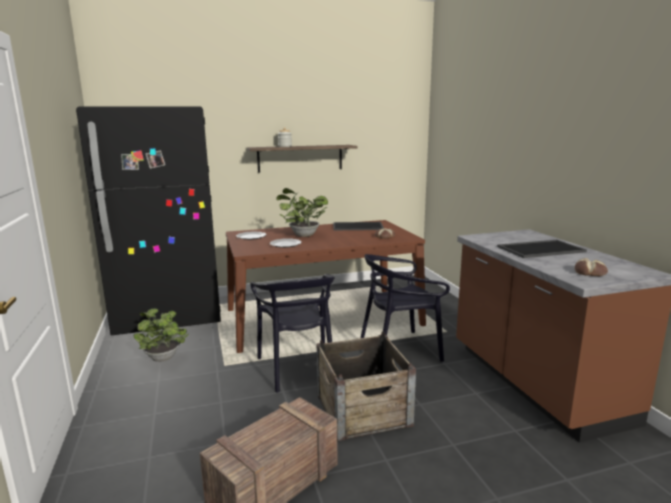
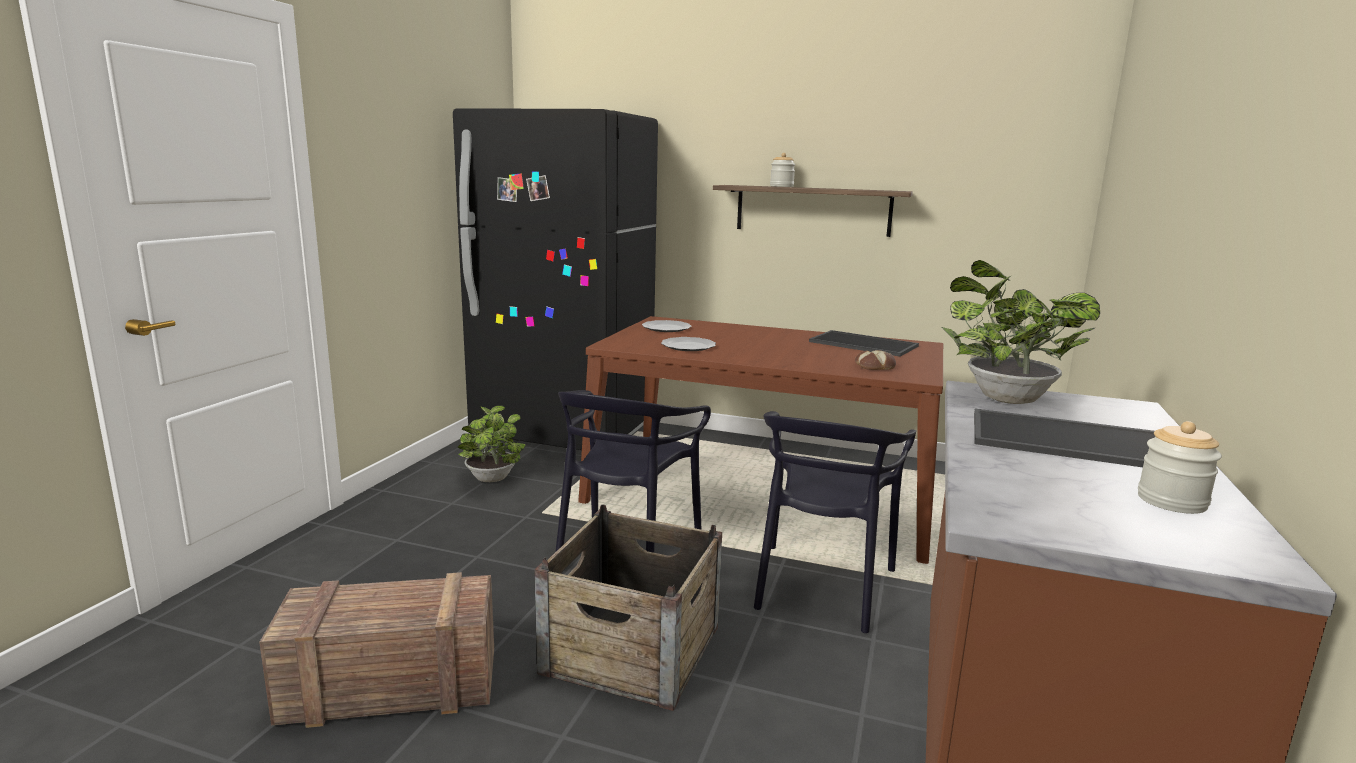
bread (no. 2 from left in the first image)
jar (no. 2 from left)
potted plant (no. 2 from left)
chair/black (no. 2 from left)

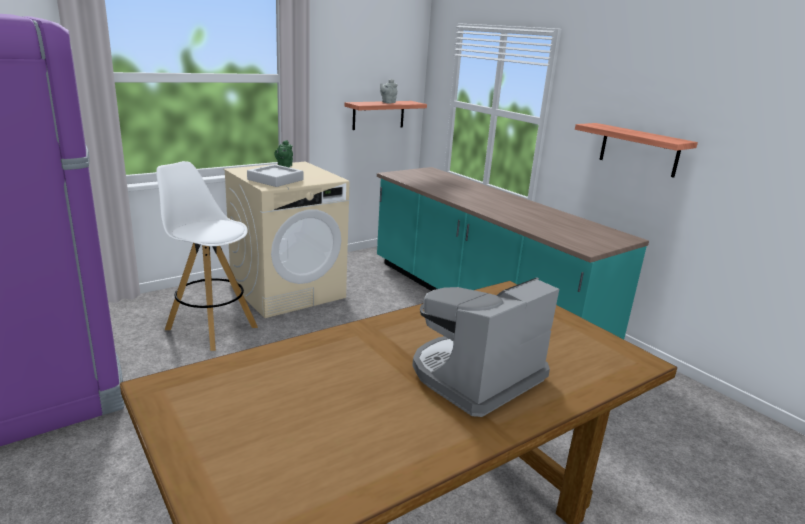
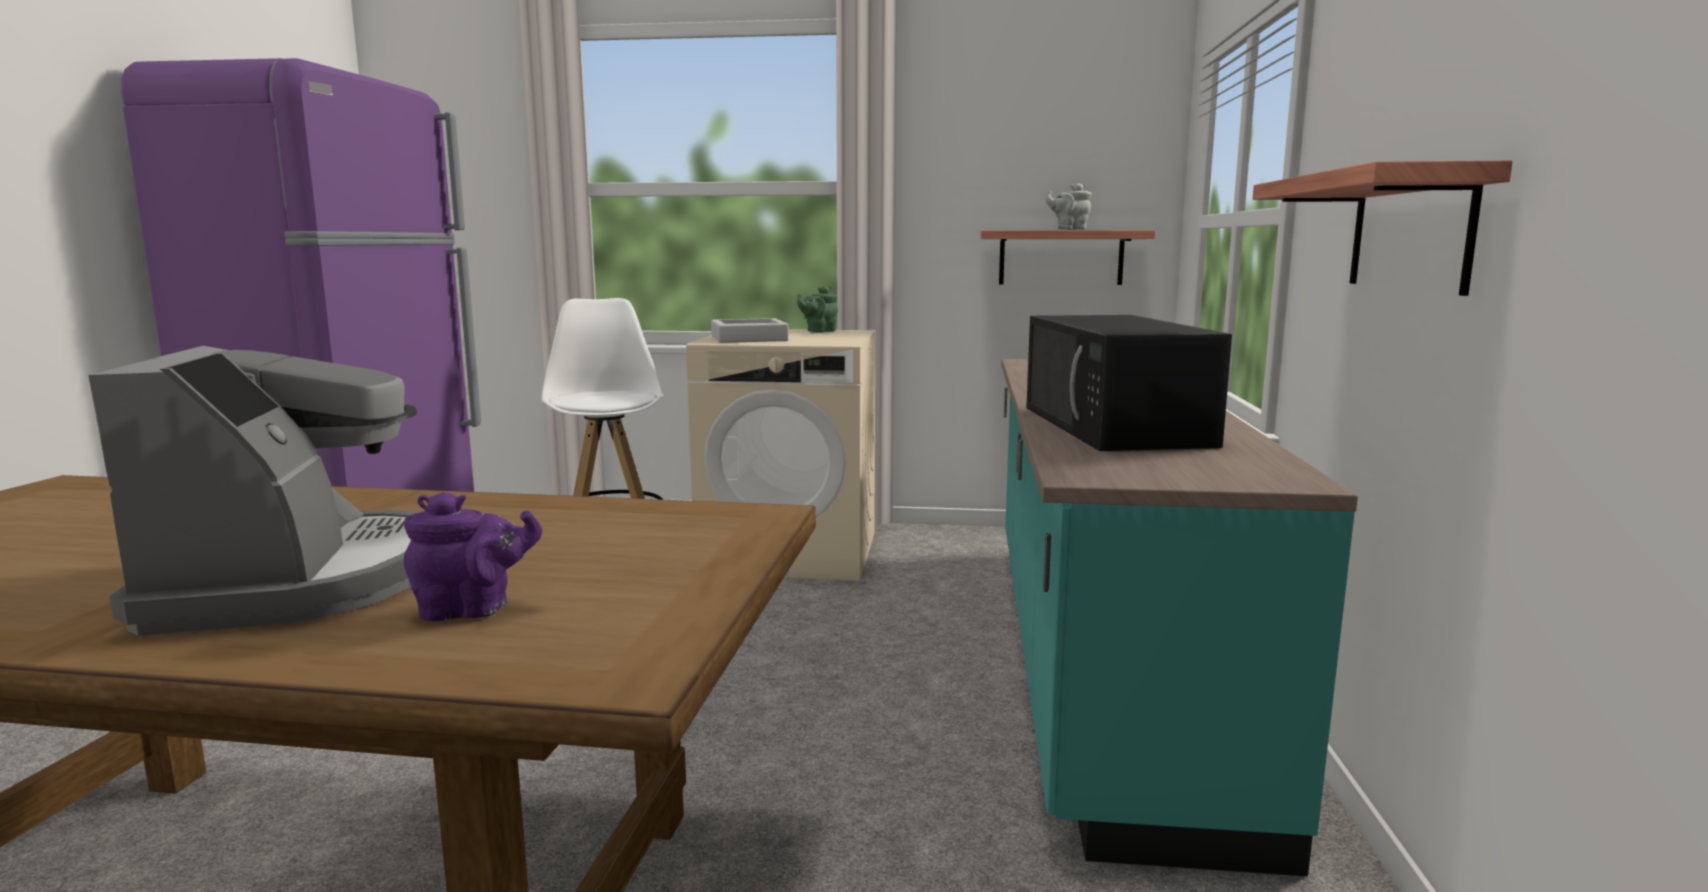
teapot/purple
microwave/black
coffee machine

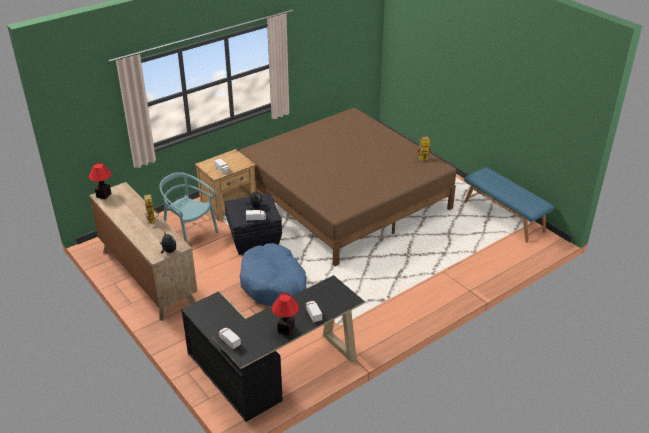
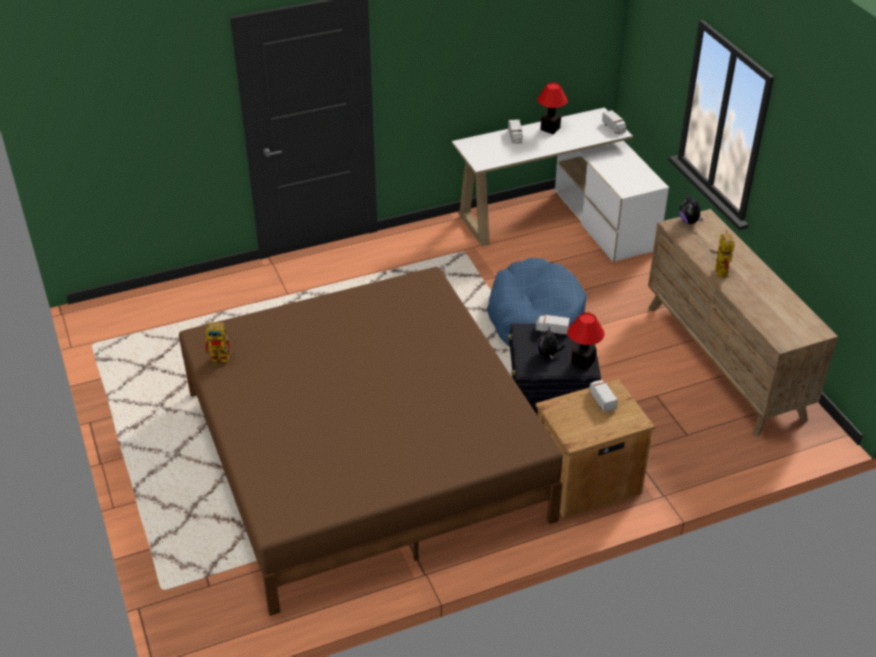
chair/turquoise
bench/blue
table lamp (no. 2 from left)
desk/white

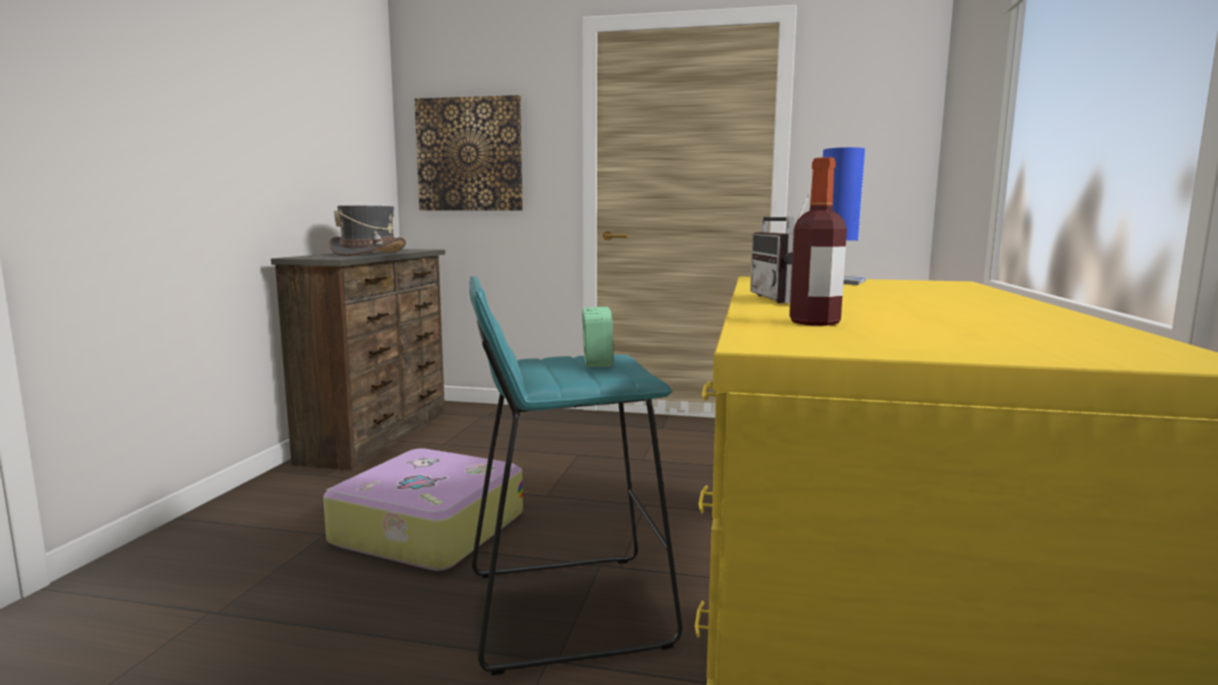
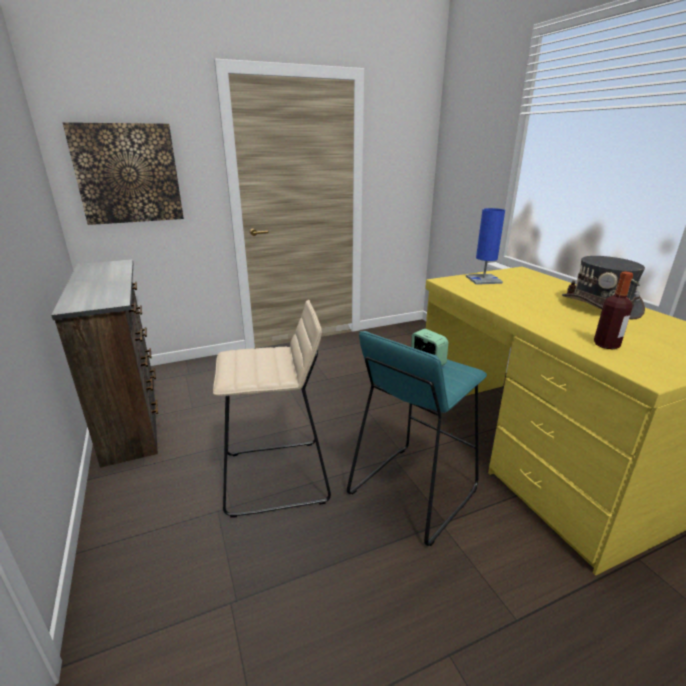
radio
hat/grey
stool/beige

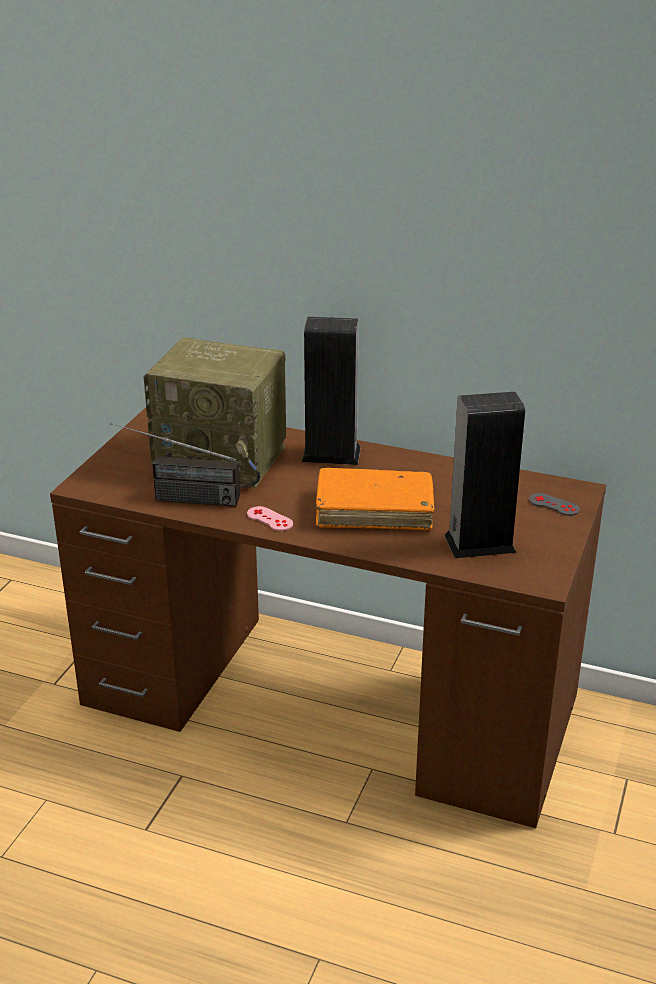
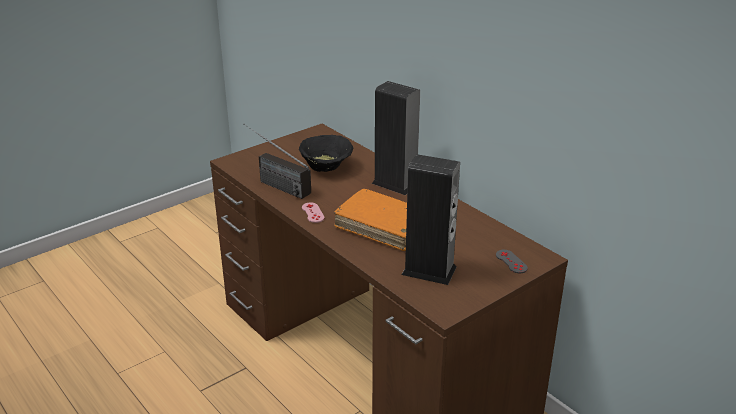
bowl/black

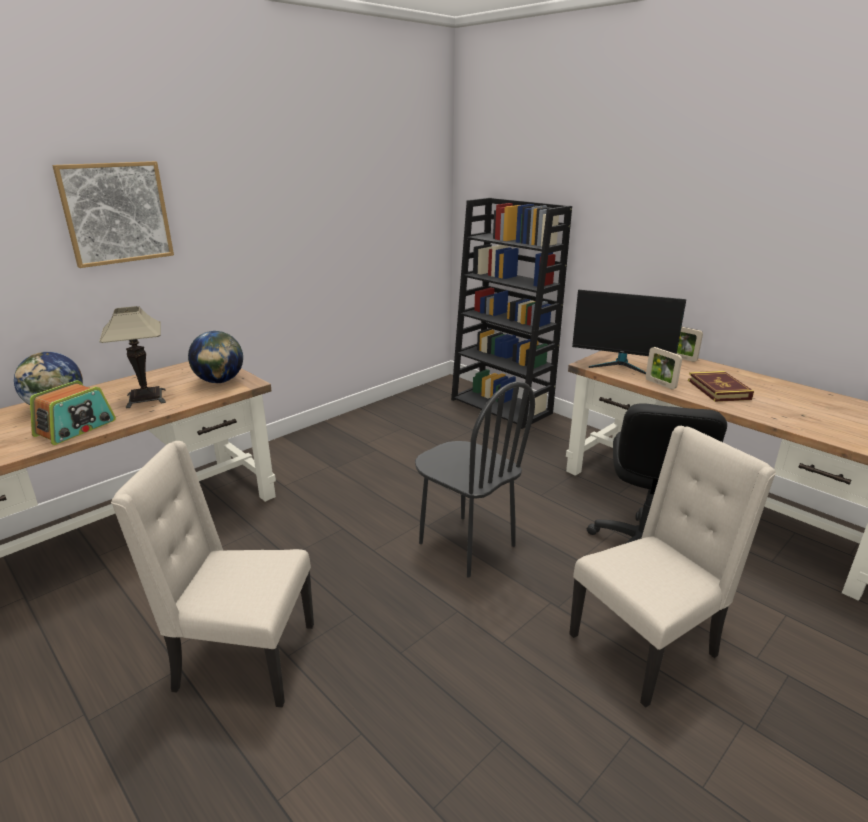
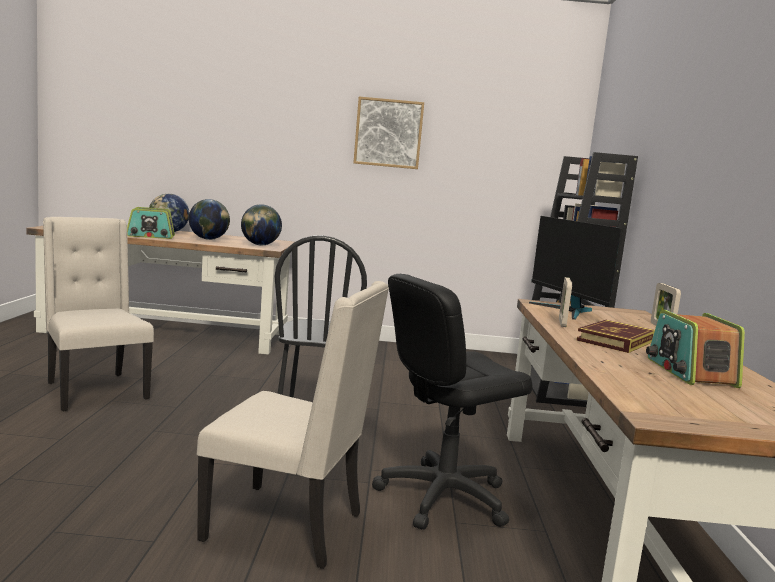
radio (no. 2 from left)
picture
globe (no. 2 from left)

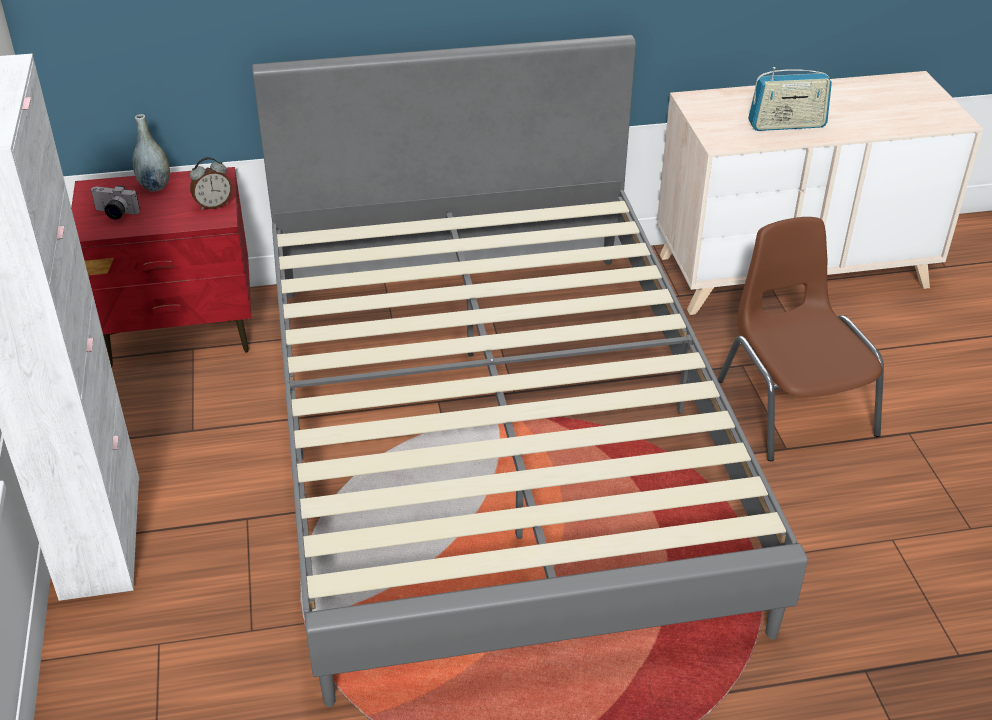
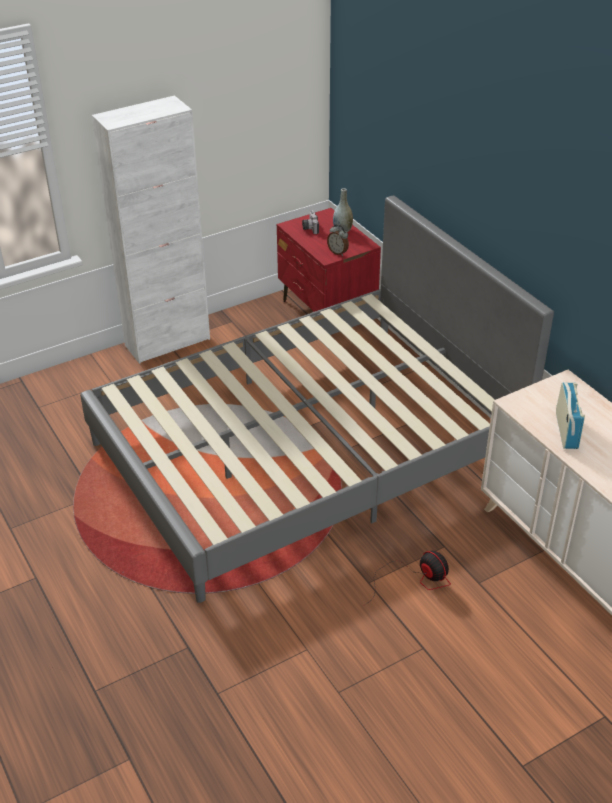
fan
radio

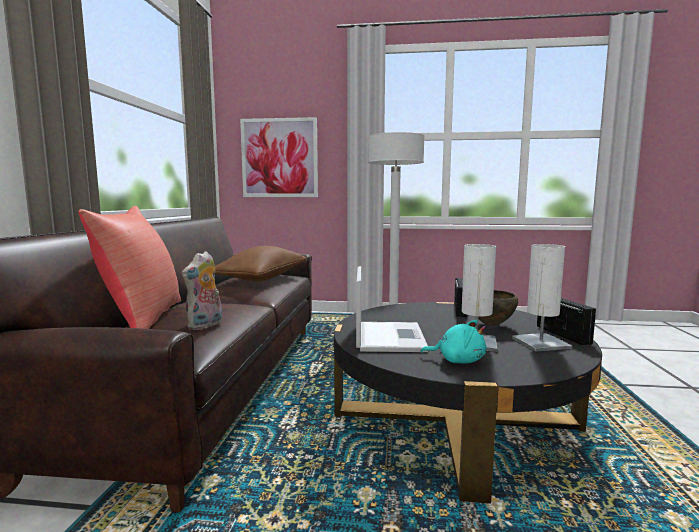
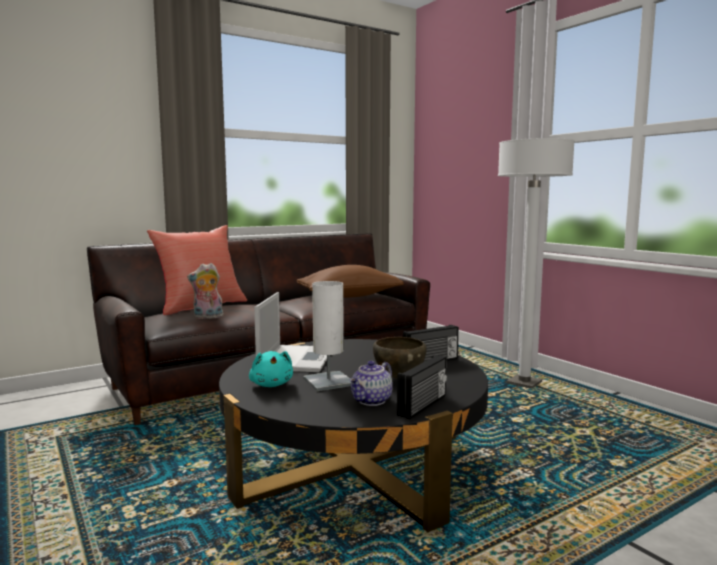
picture
teapot
laptop

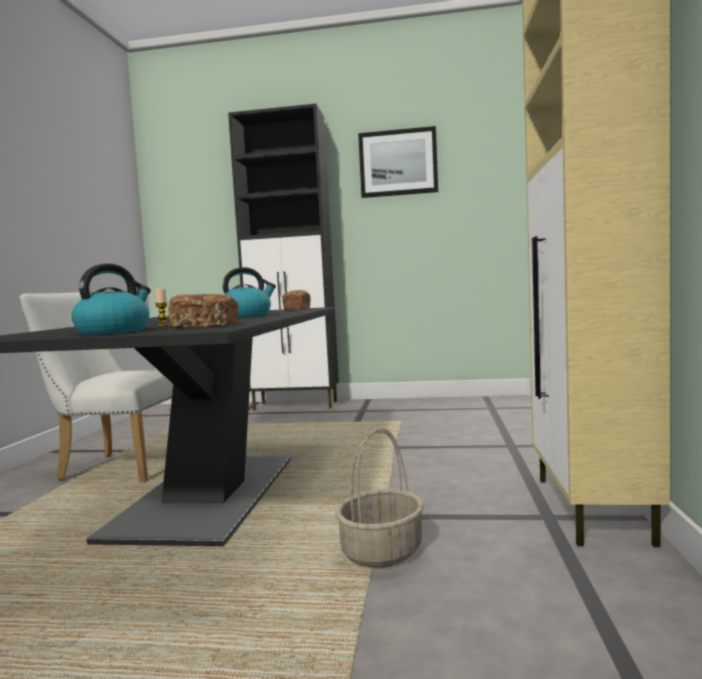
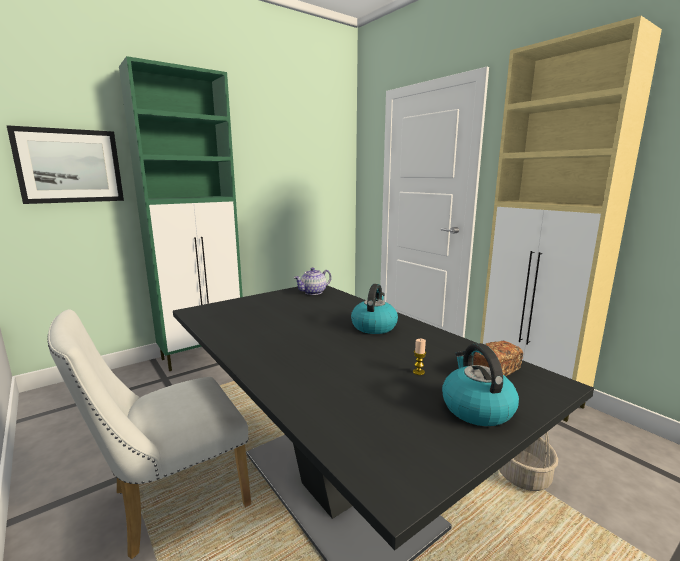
picture
teapot
cabinet/green

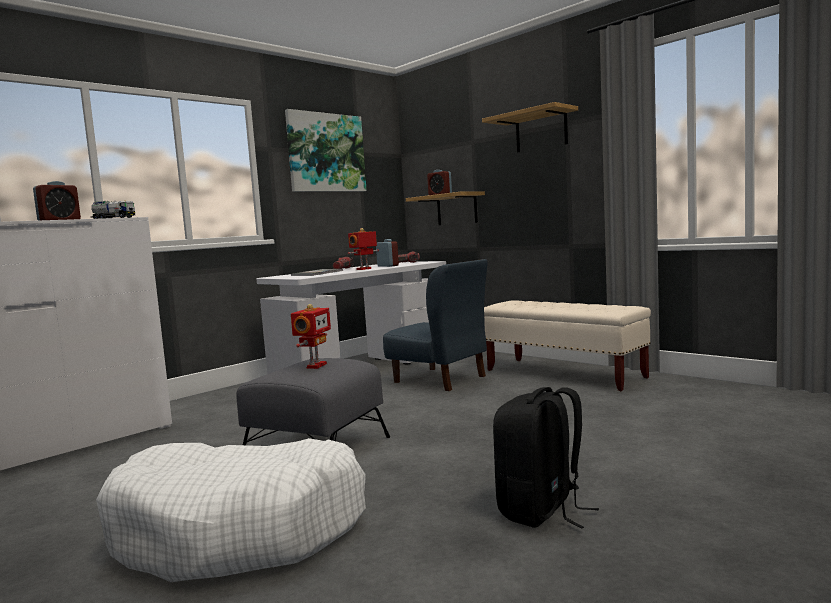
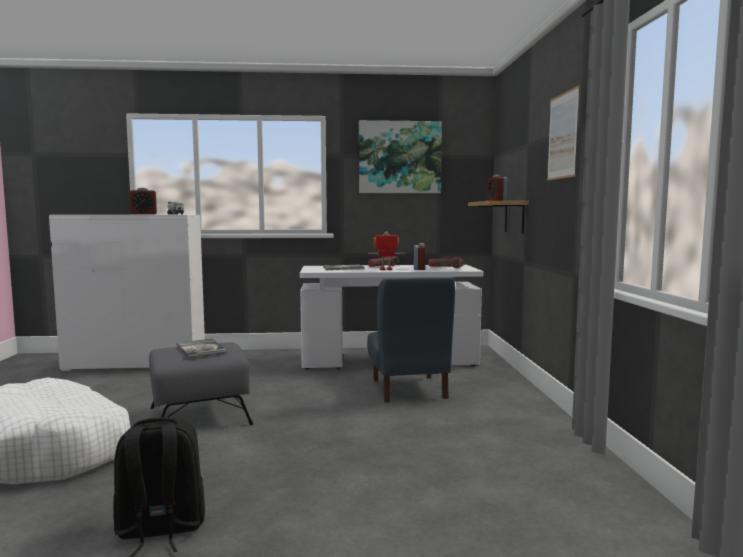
bench/beige
book (no. 1 from left)
picture (no. 2 from left)

